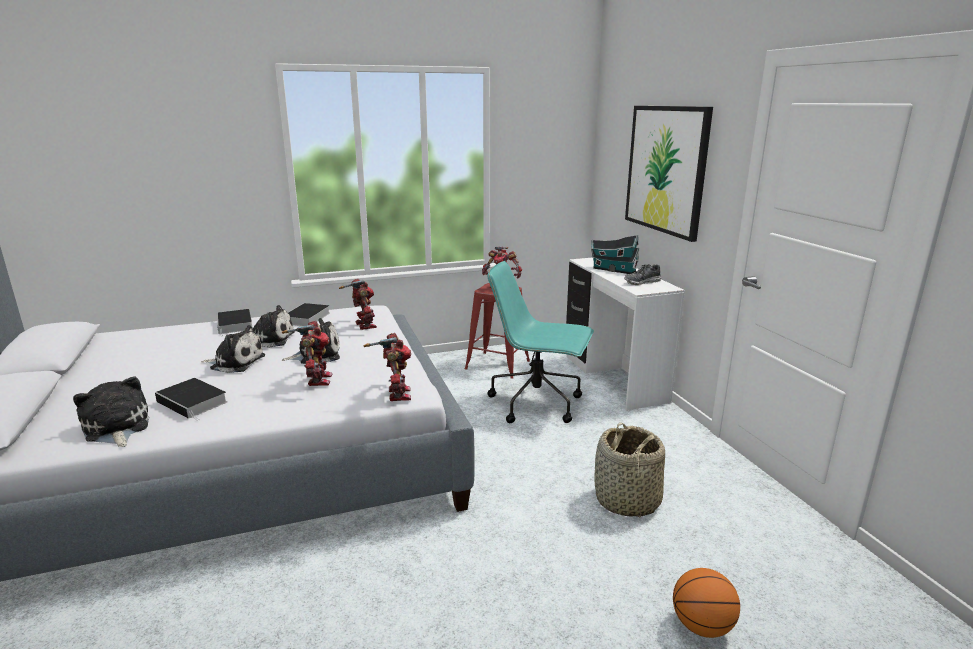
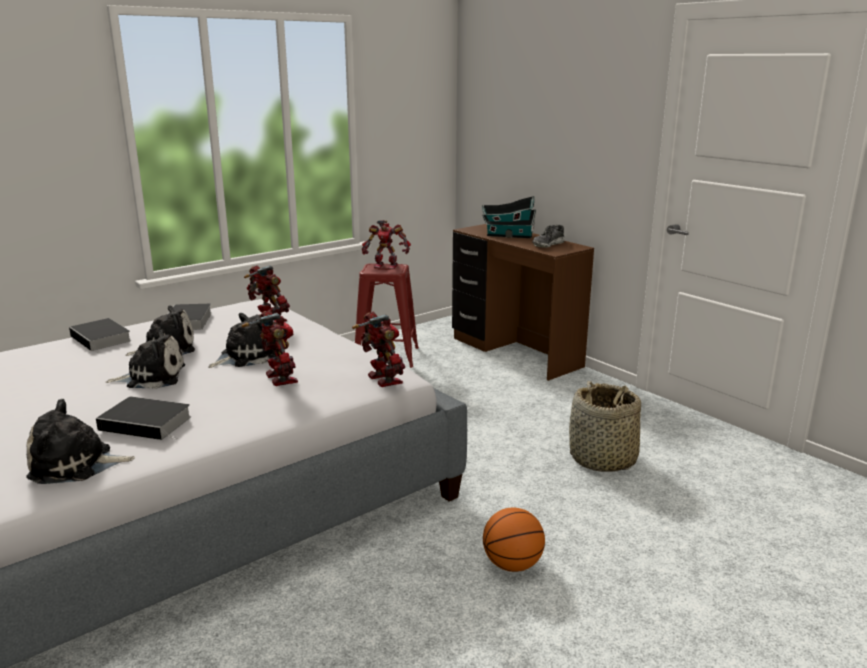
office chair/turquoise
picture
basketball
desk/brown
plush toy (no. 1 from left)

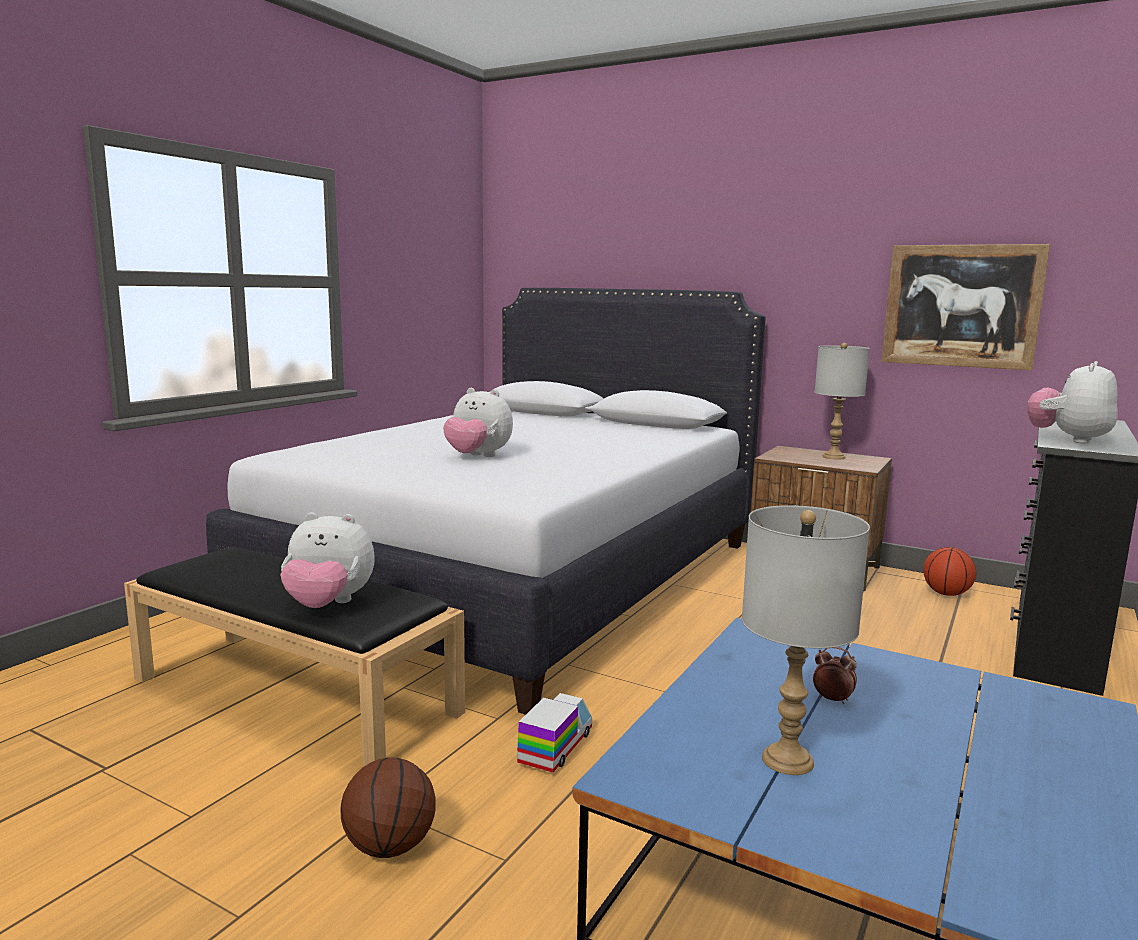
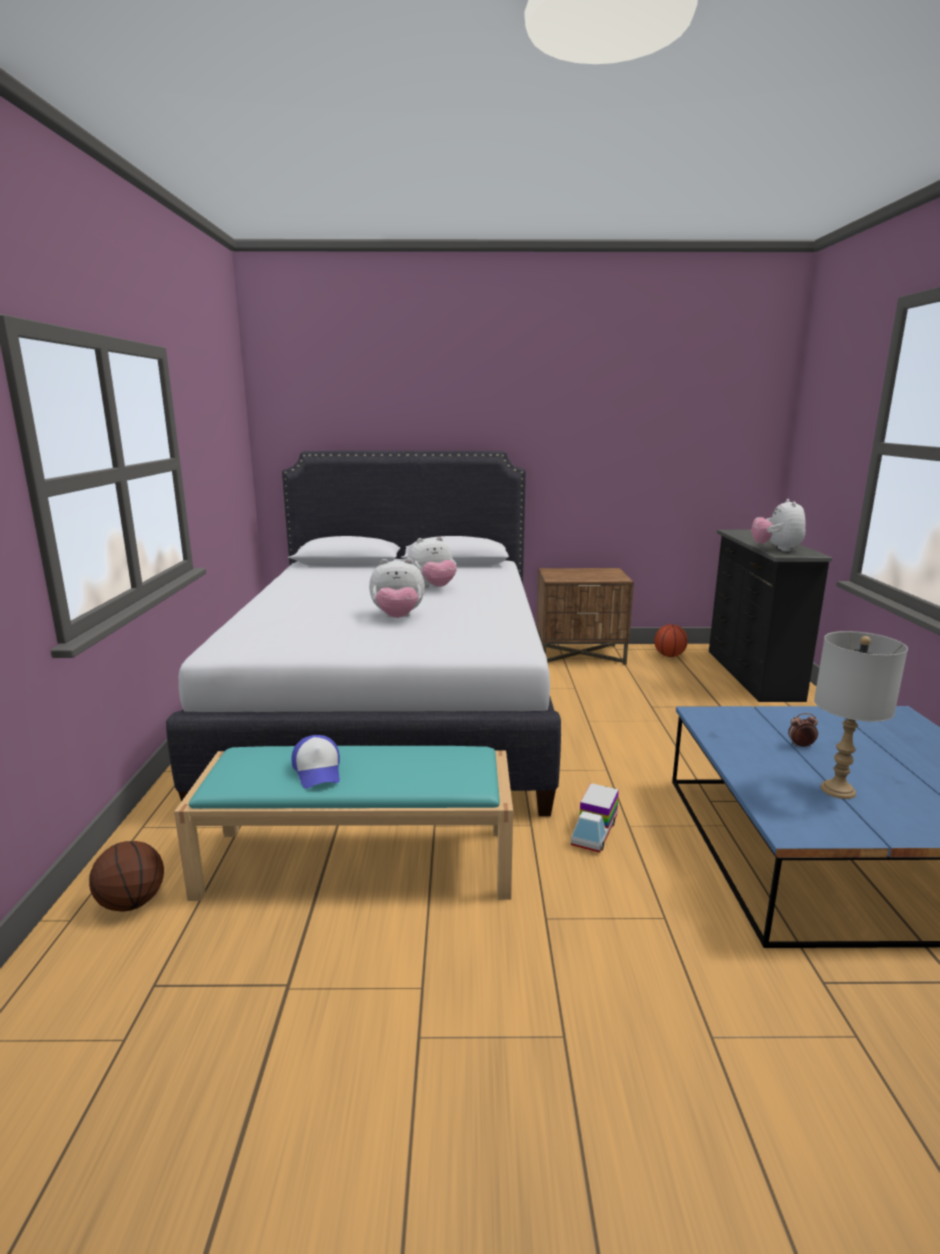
table lamp/grey (no. 2 from left in the first image)
picture
cap
plush toy (no. 2 from left)
basketball (no. 1 from left)
bench/turquoise
toy truck

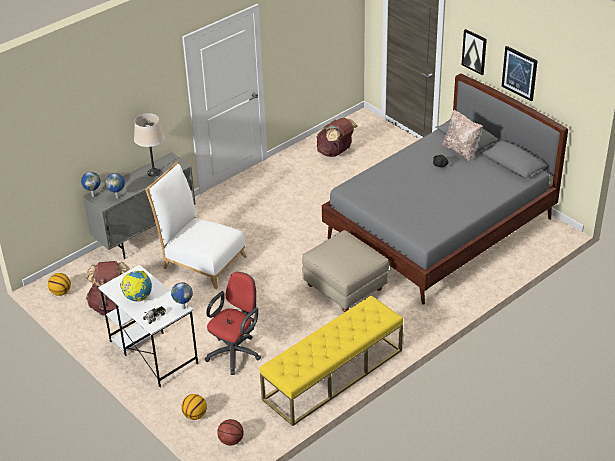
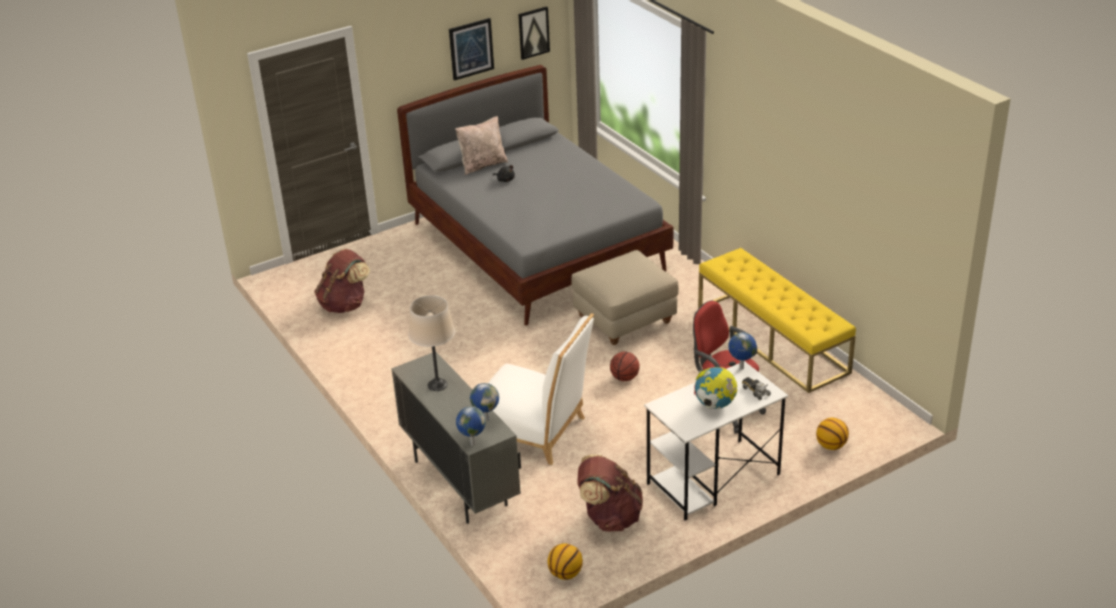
basketball (no. 2 from left)
picture (no. 2 from left)
chair/white

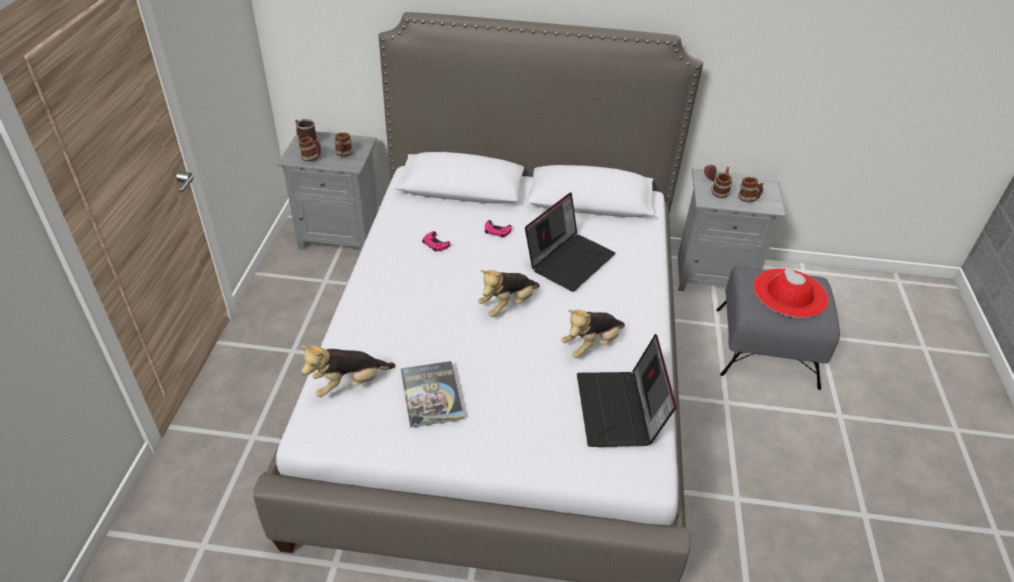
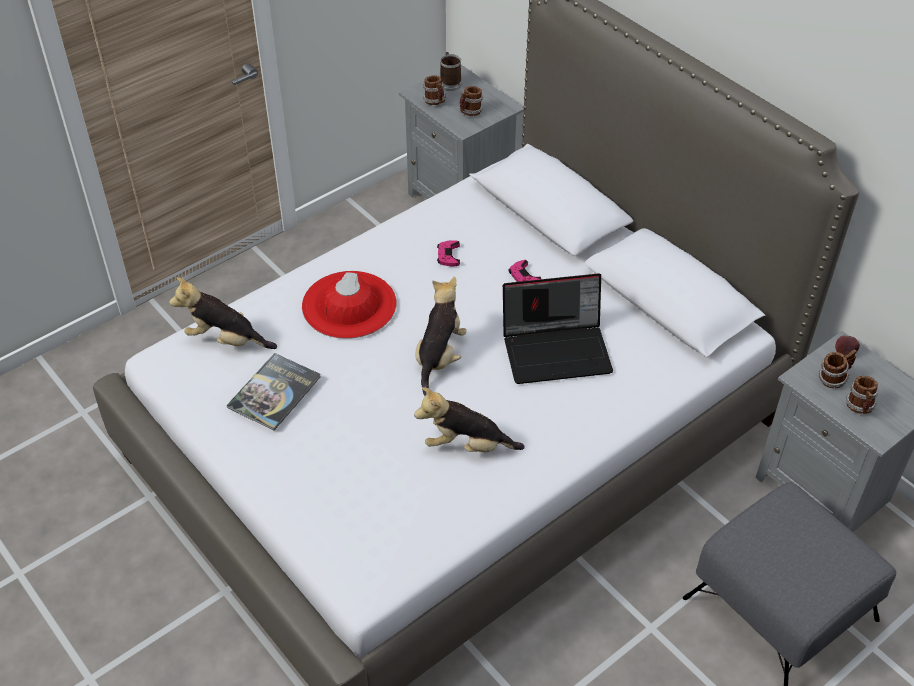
laptop (no. 2 from left in the first image)
hat/red
plush toy (no. 2 from left)

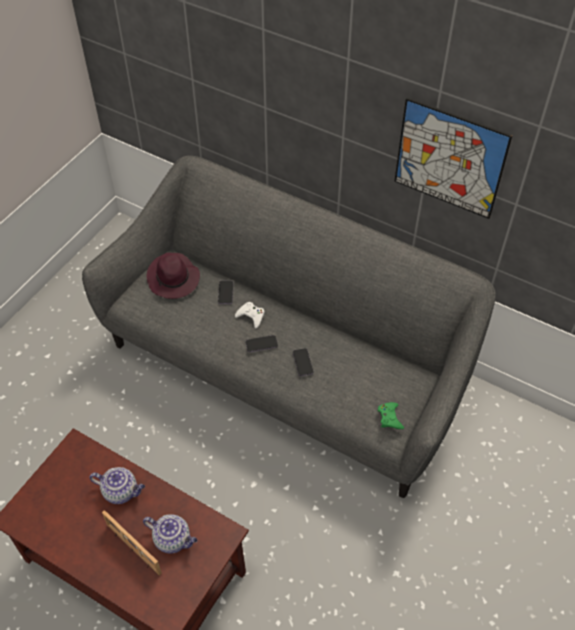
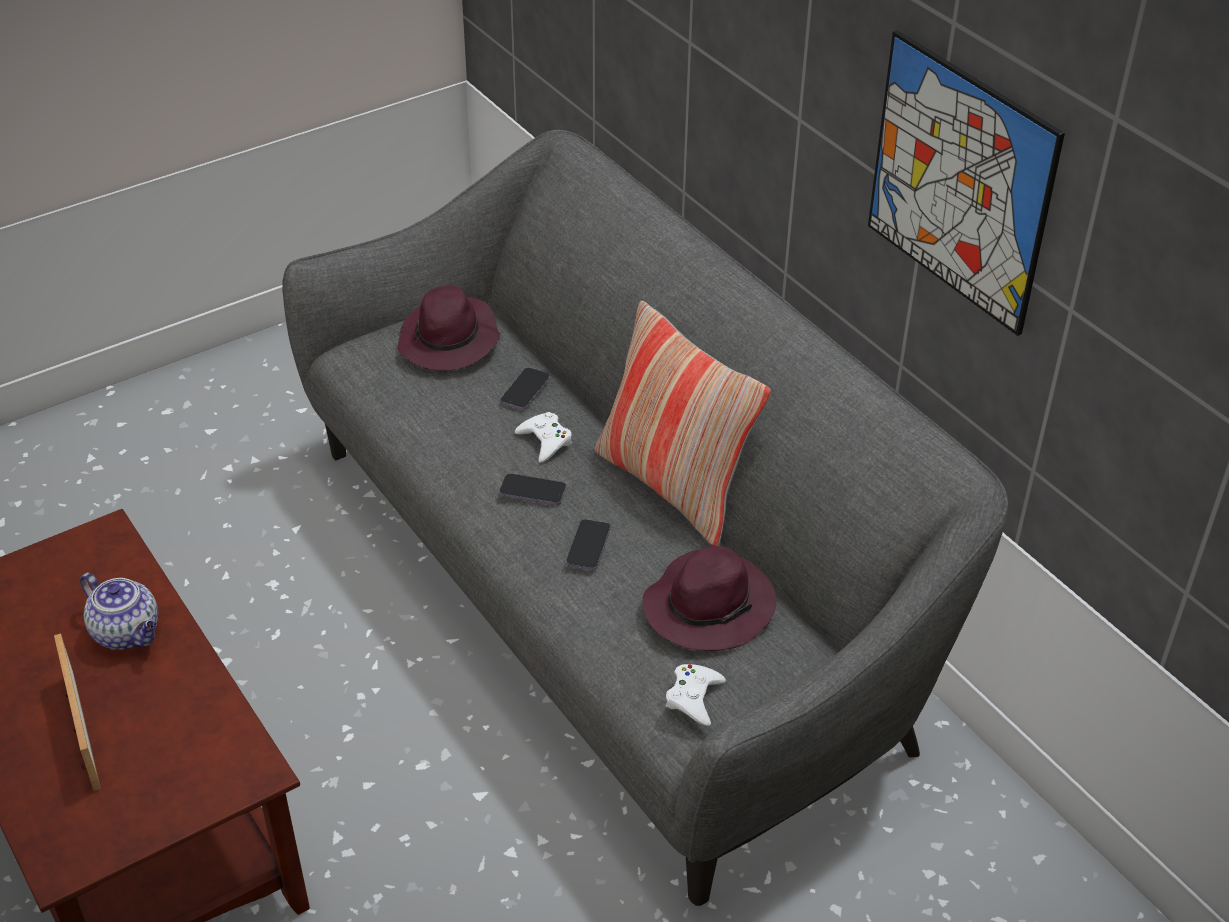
teapot (no. 2 from left in the first image)
pillow
hat/purple (no. 2 from left)
game controller/white (no. 2 from left)

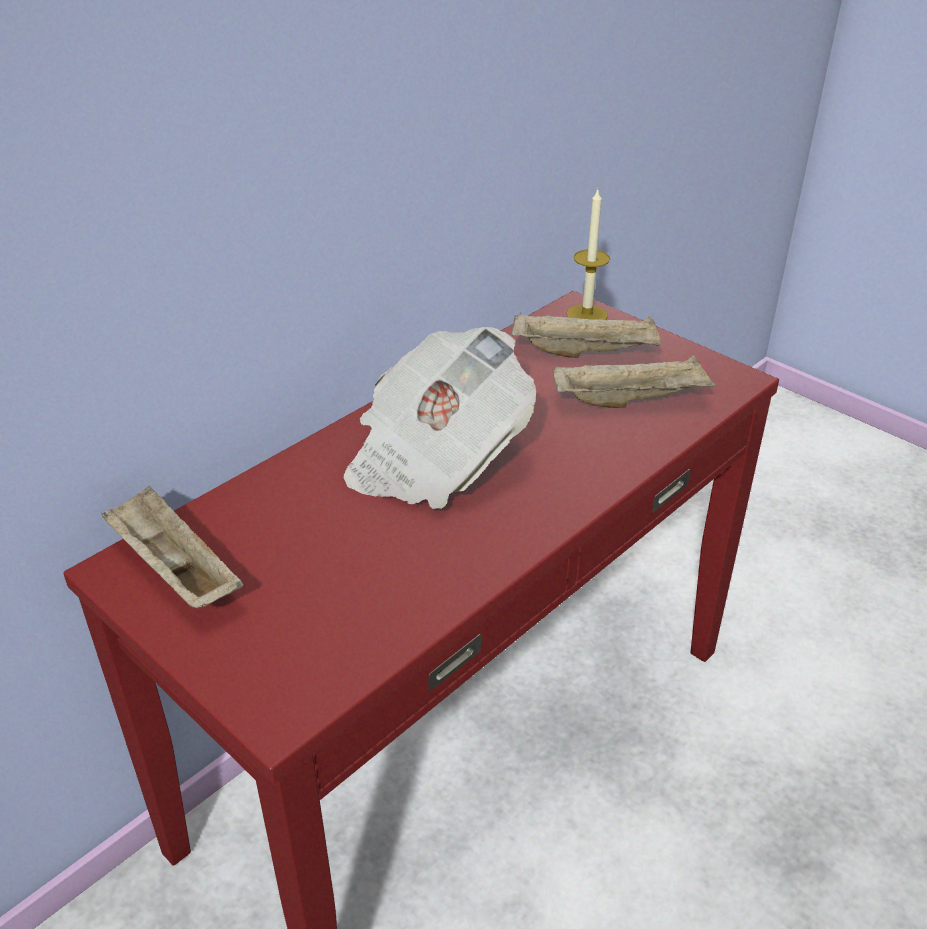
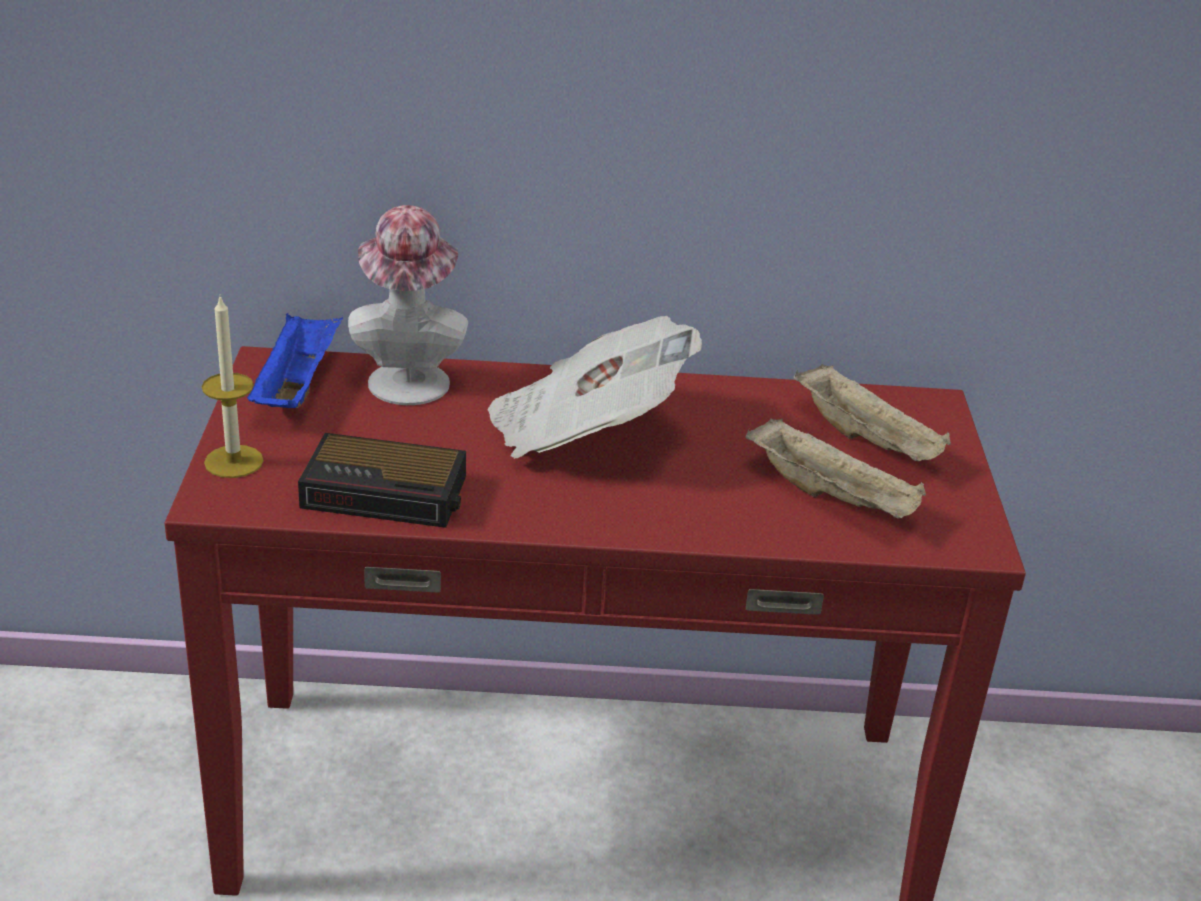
alarm clock
hat
candle
tray/blue

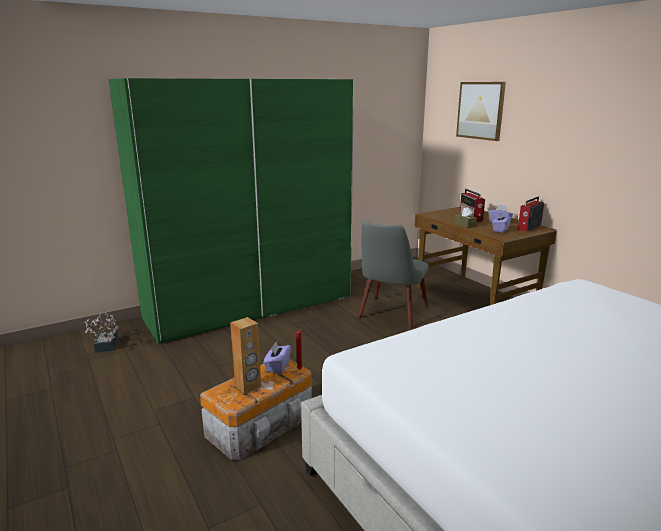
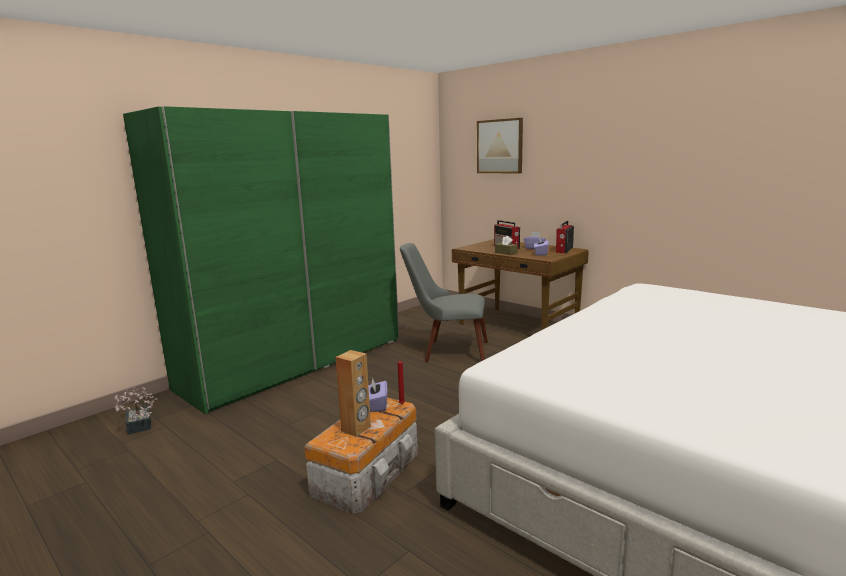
chair/grey

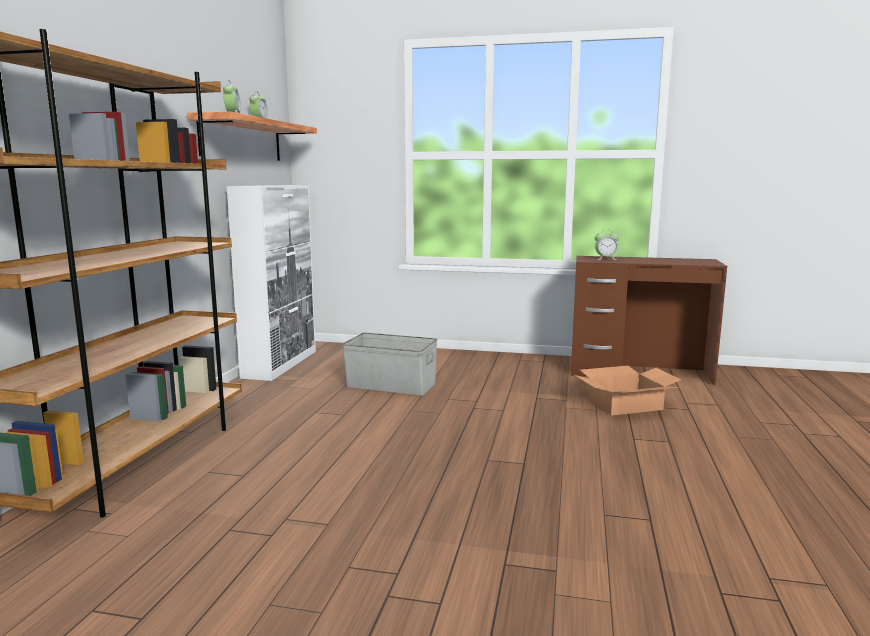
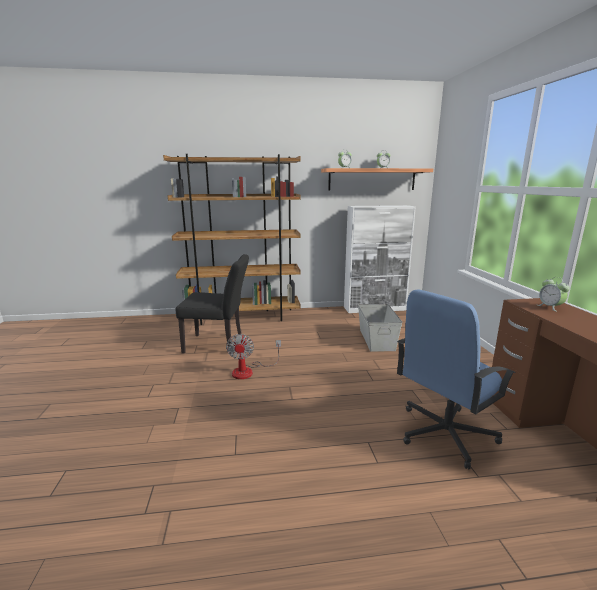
chair/black
fan
office chair/blue

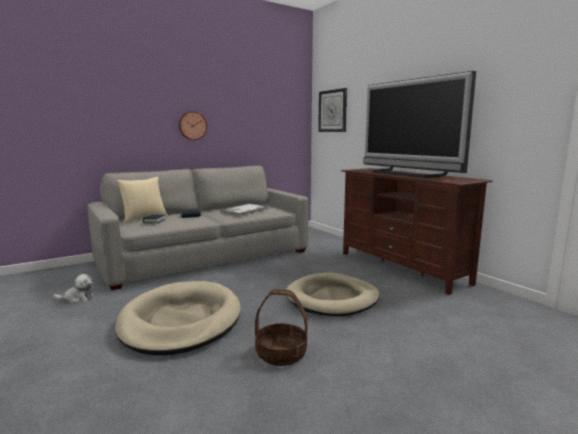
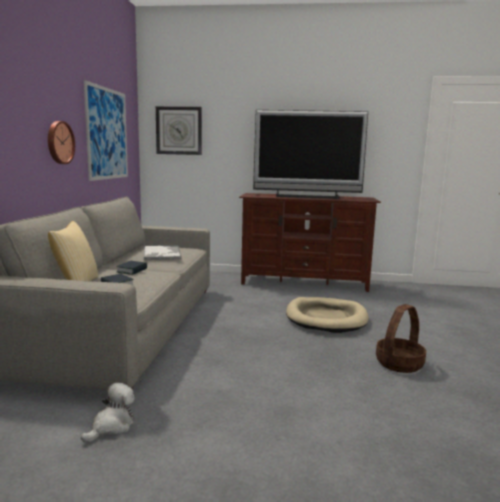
dog bed/beige (no. 1 from left in the first image)
picture

